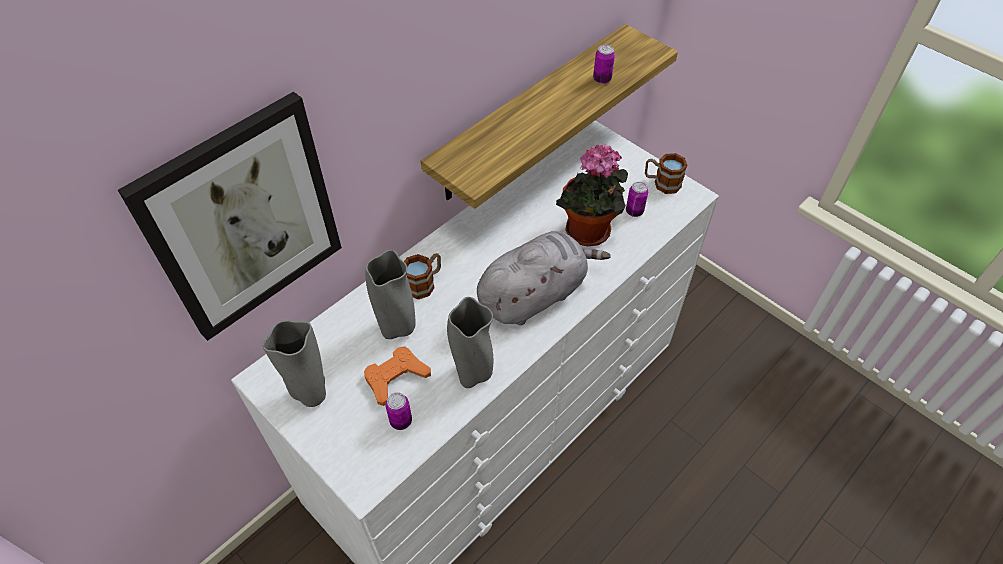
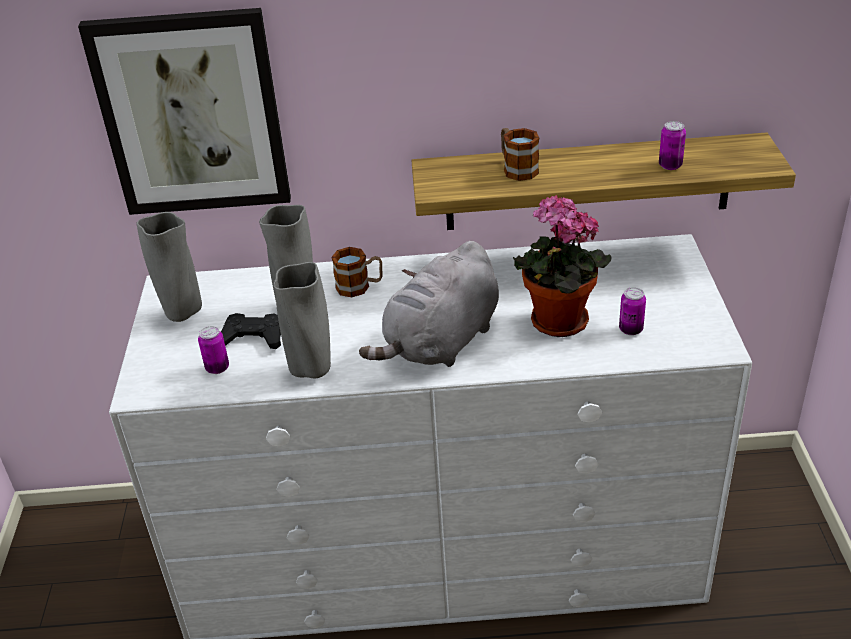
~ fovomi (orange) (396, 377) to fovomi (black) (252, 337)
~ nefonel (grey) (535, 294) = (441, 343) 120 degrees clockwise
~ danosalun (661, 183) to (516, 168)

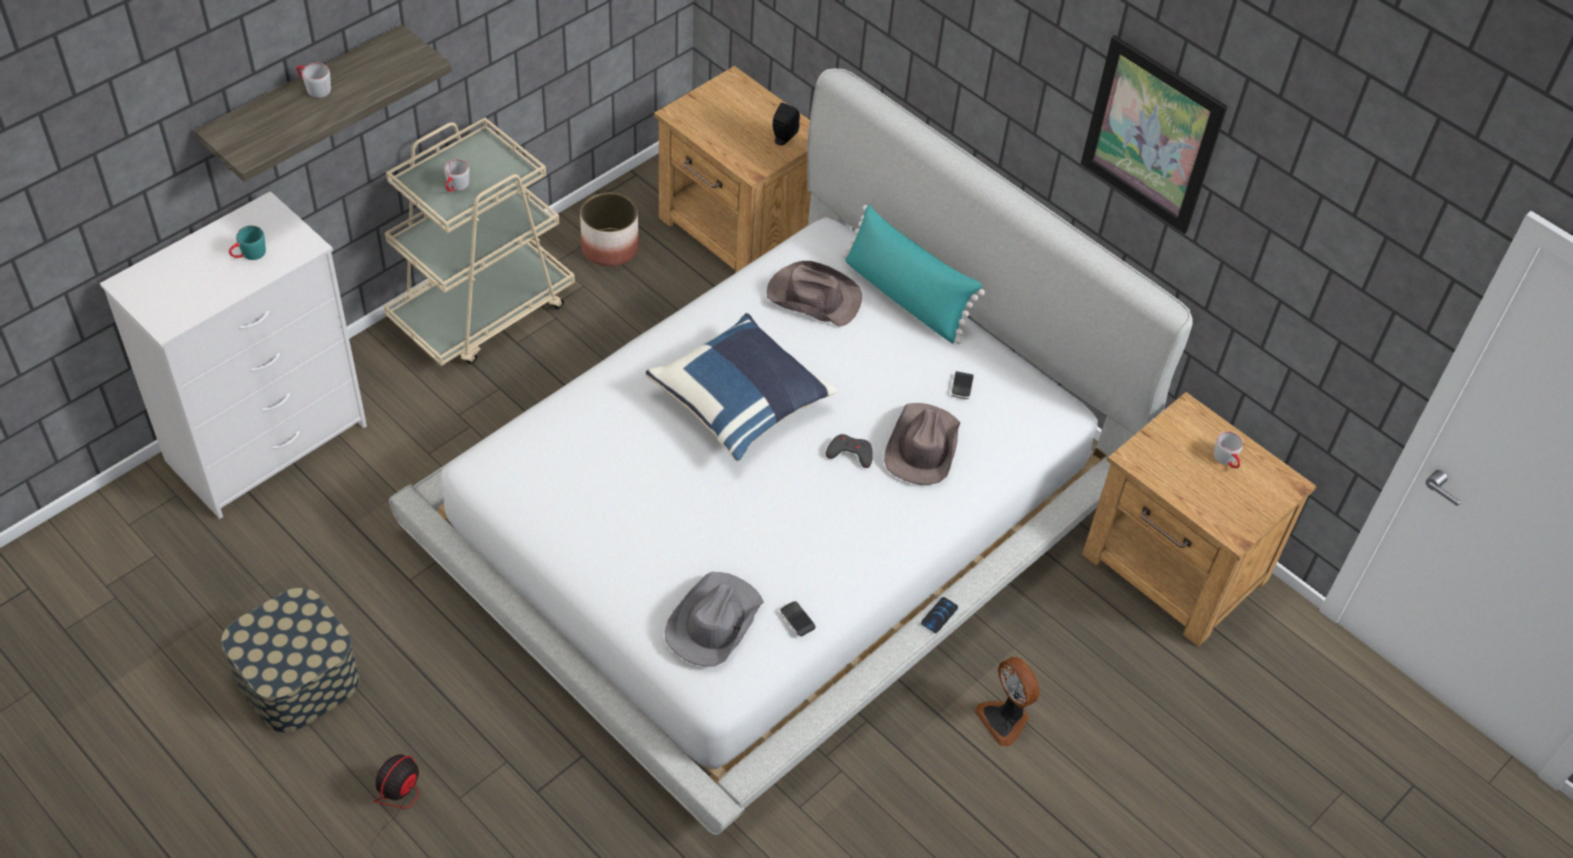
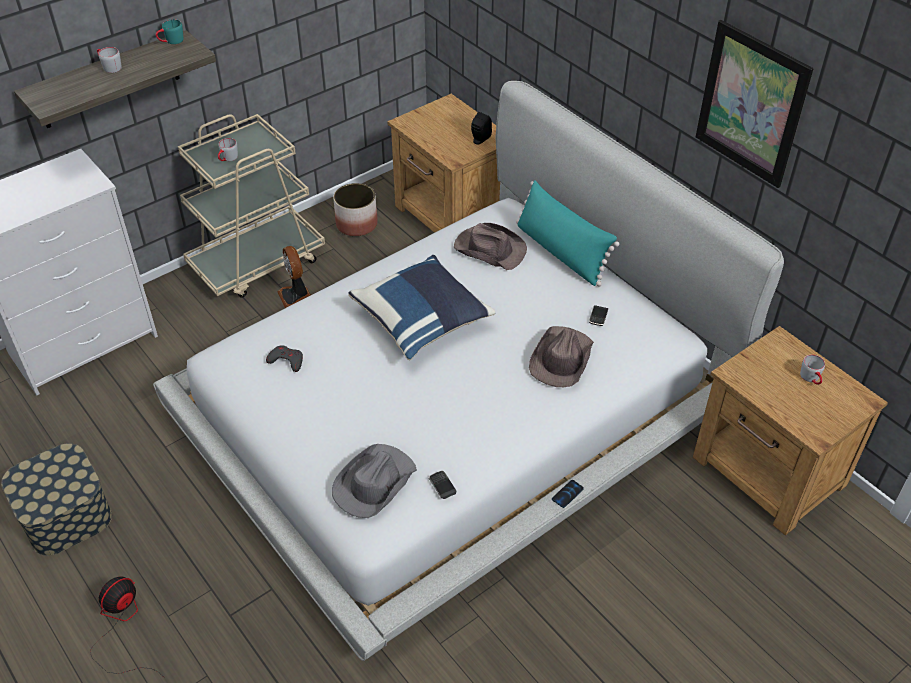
~ danosalun (turquoise) (249, 255) to (171, 41)
~ fovomi (grey) (850, 453) to (286, 360)
~ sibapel (1005, 719) to (295, 296)

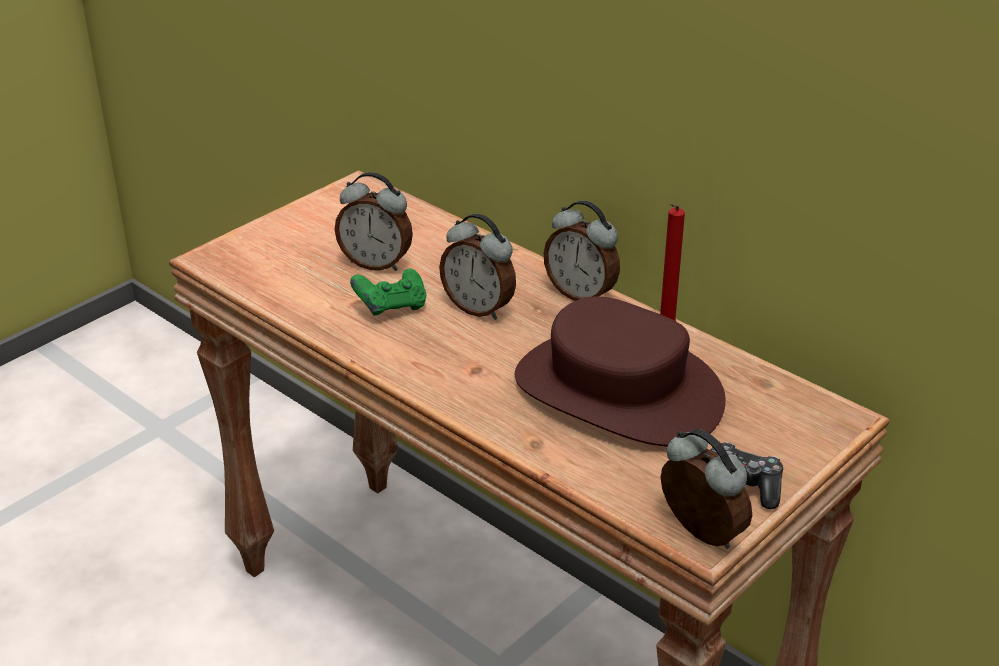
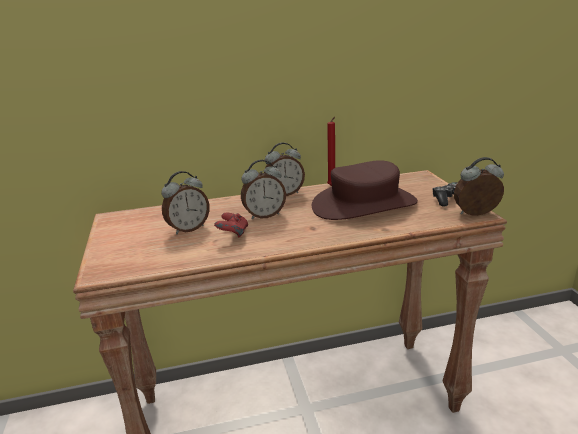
~ fovomi (green) (391, 307) to fovomi (red) (233, 234)

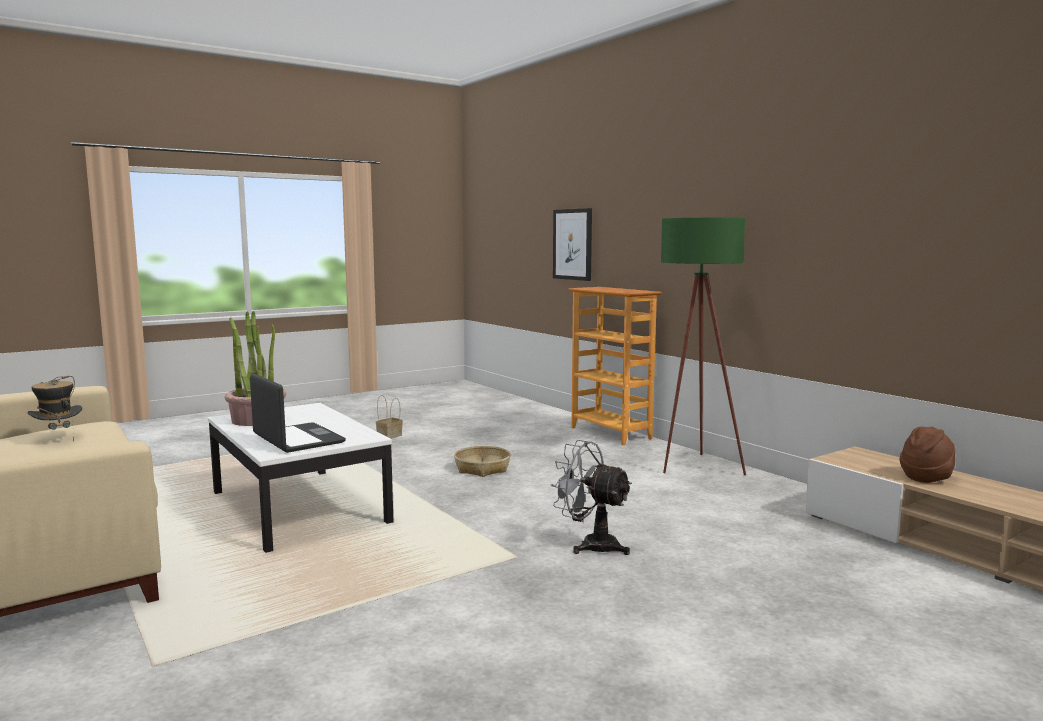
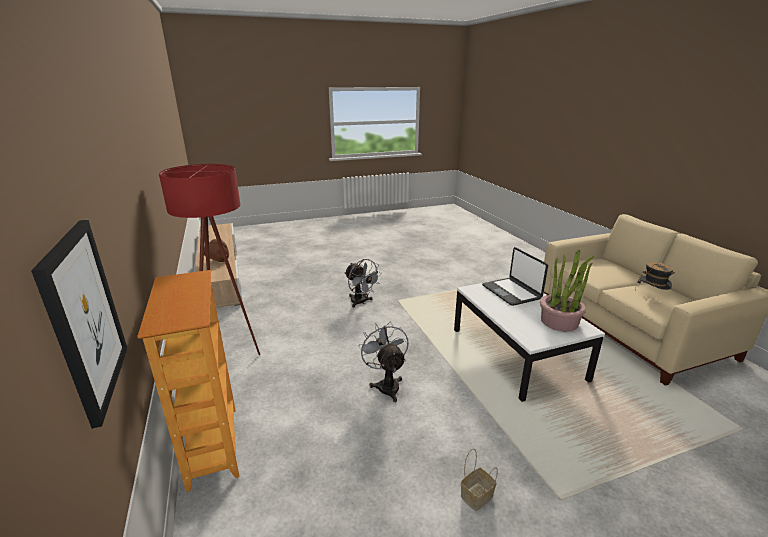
~ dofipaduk (482, 468) to sibapel (grey) (386, 385)
~ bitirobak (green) (694, 468) to bitirobak (red) (231, 357)

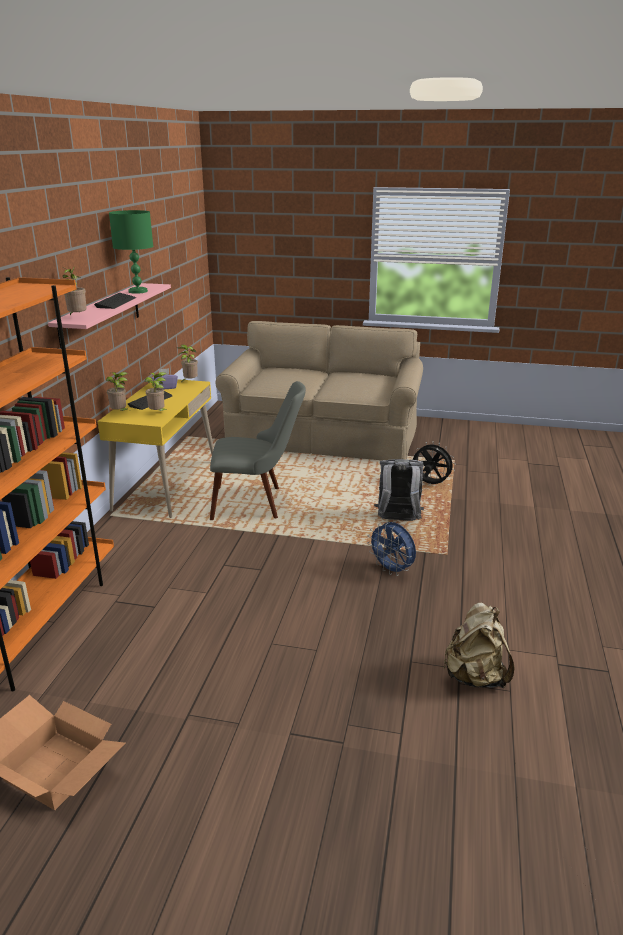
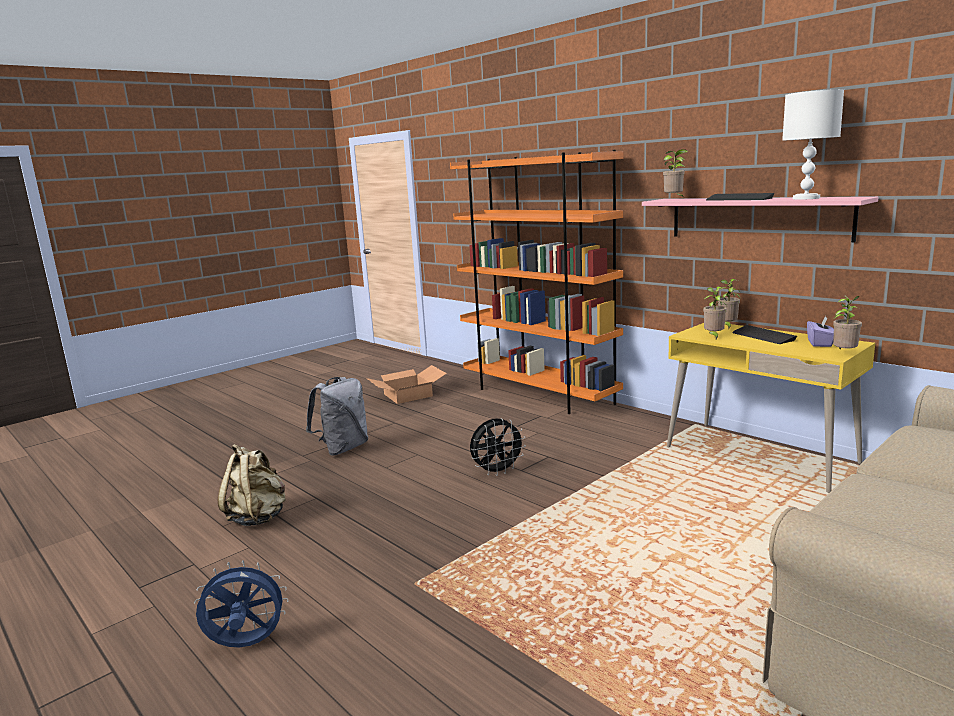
~ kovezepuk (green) (137, 291) to kovezepuk (white) (806, 198)
- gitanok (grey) (257, 503)
~ sibapel (blue) (392, 570) to (246, 645)
~ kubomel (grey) (397, 521) to (343, 448)
~ sibapel (black) (430, 484) to (497, 471)

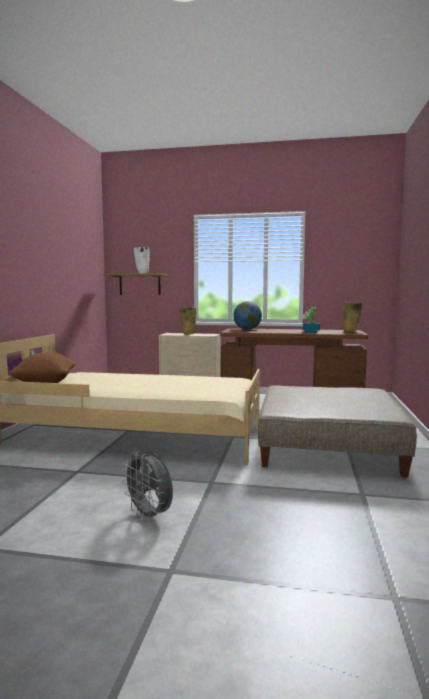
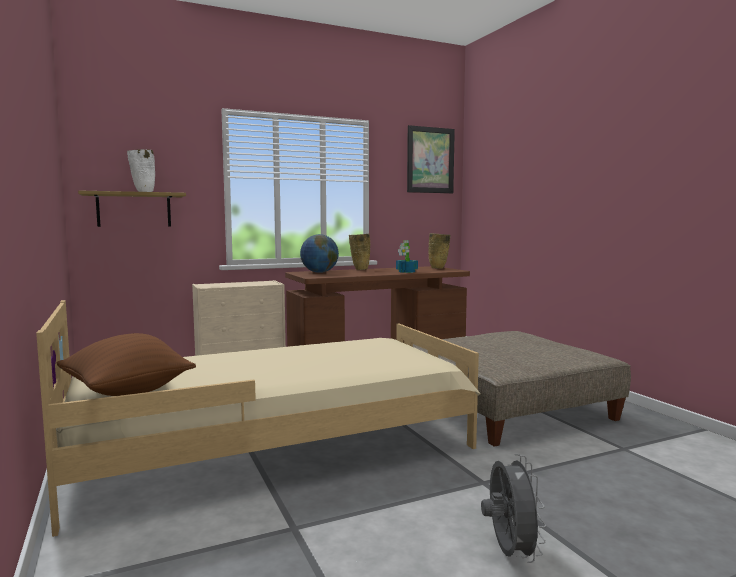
~ sibapel (grey) (150, 516) = (509, 553) 105 degrees counterclockwise
~ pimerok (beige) (188, 334) to (360, 269)
+ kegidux (430, 160)

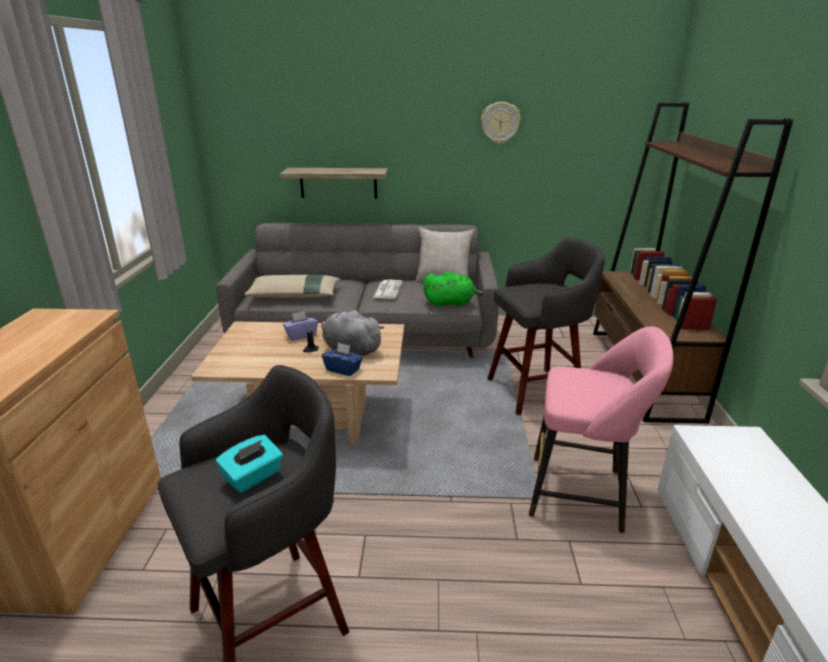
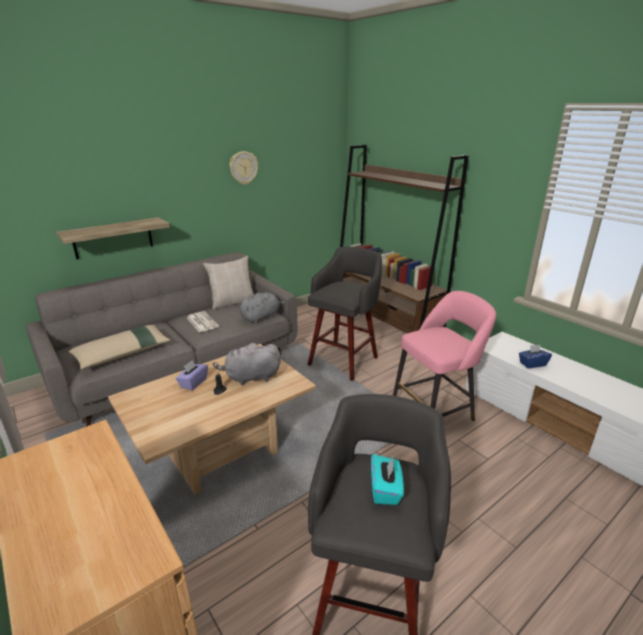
~ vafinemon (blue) (343, 369) to (532, 364)
~ nefonel (green) (451, 303) to nefonel (grey) (261, 317)

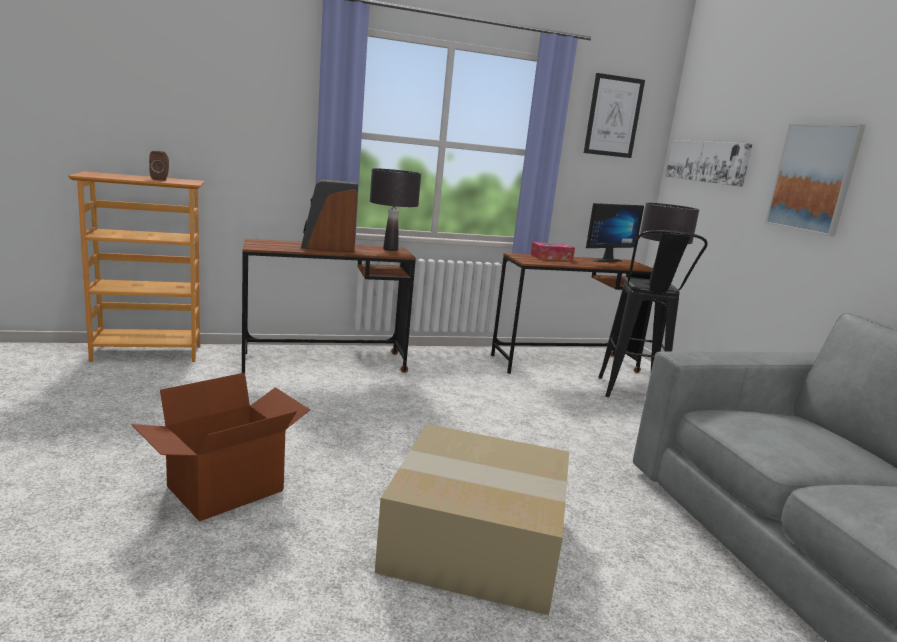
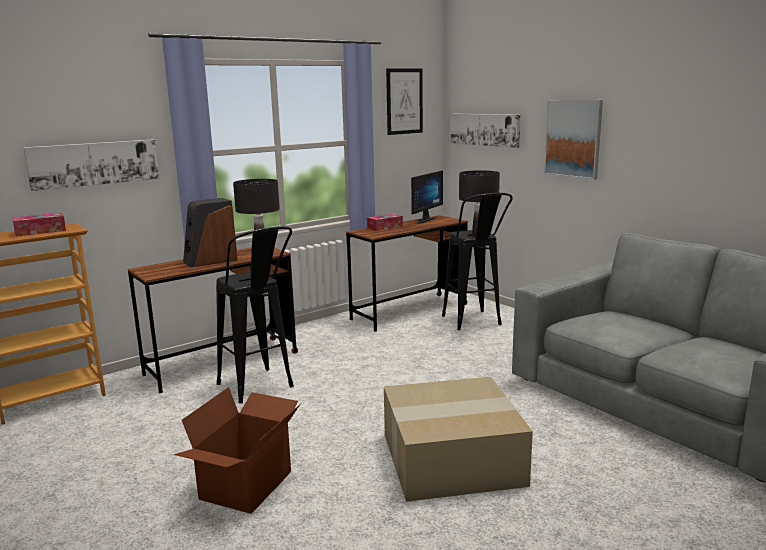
~ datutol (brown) (160, 179) to vafinemon (40, 231)
+ kegidux (94, 163)
+ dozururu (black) (260, 390)

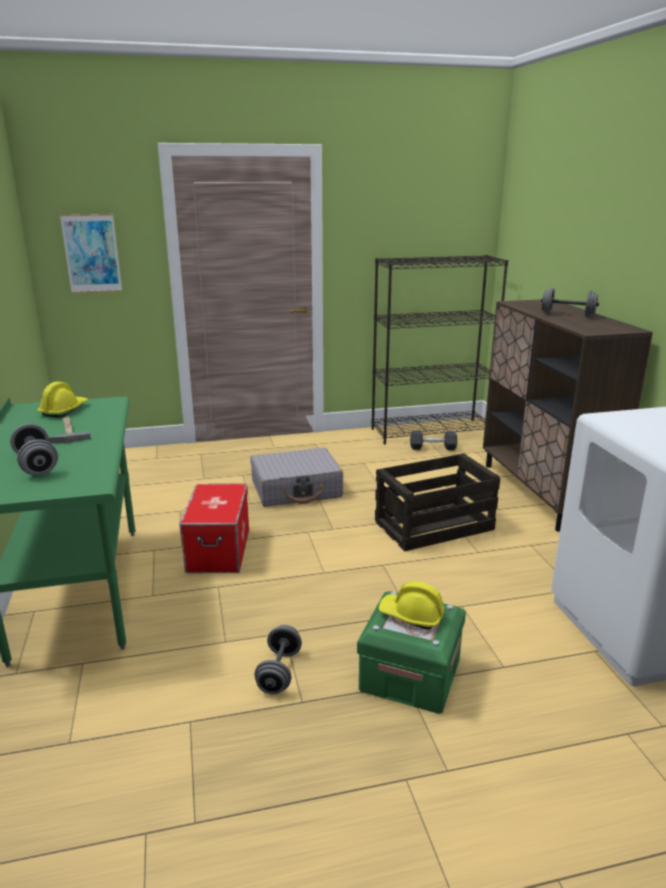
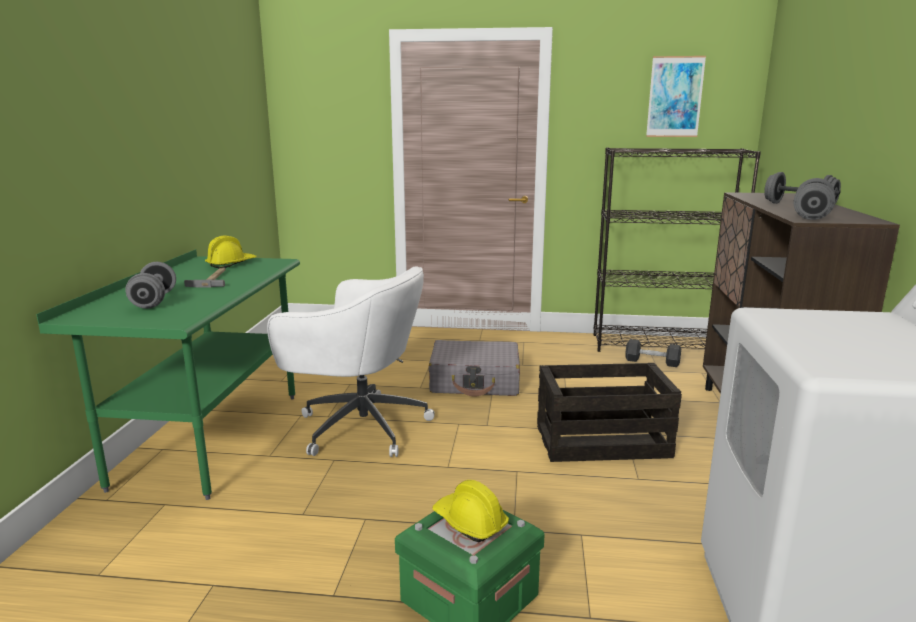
~ kegidux (92, 253) to (675, 97)
~ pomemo (219, 550) to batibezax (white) (359, 426)
~ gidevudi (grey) (279, 672) to (811, 216)

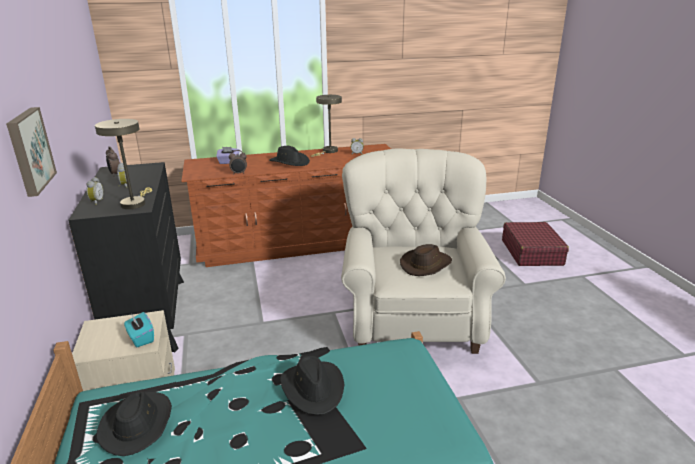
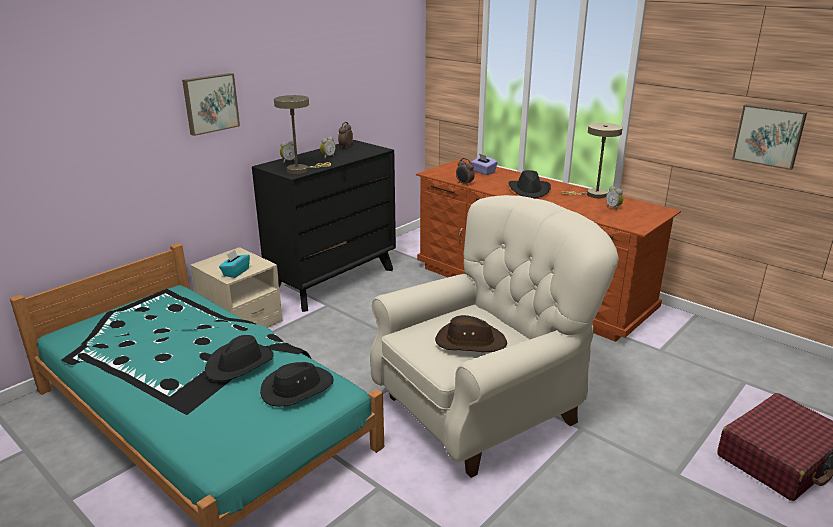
~ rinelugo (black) (137, 424) to (297, 388)
+ kegidux (769, 136)

